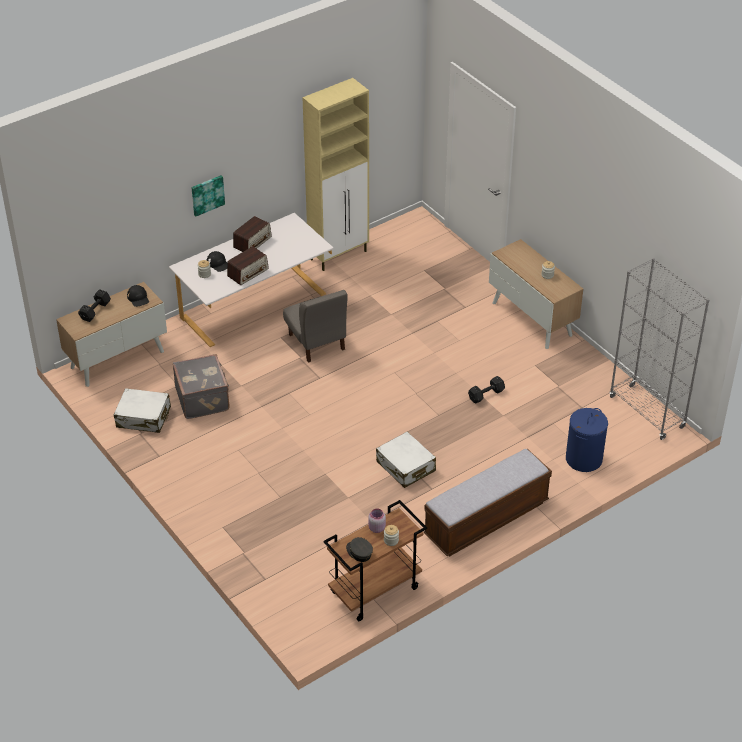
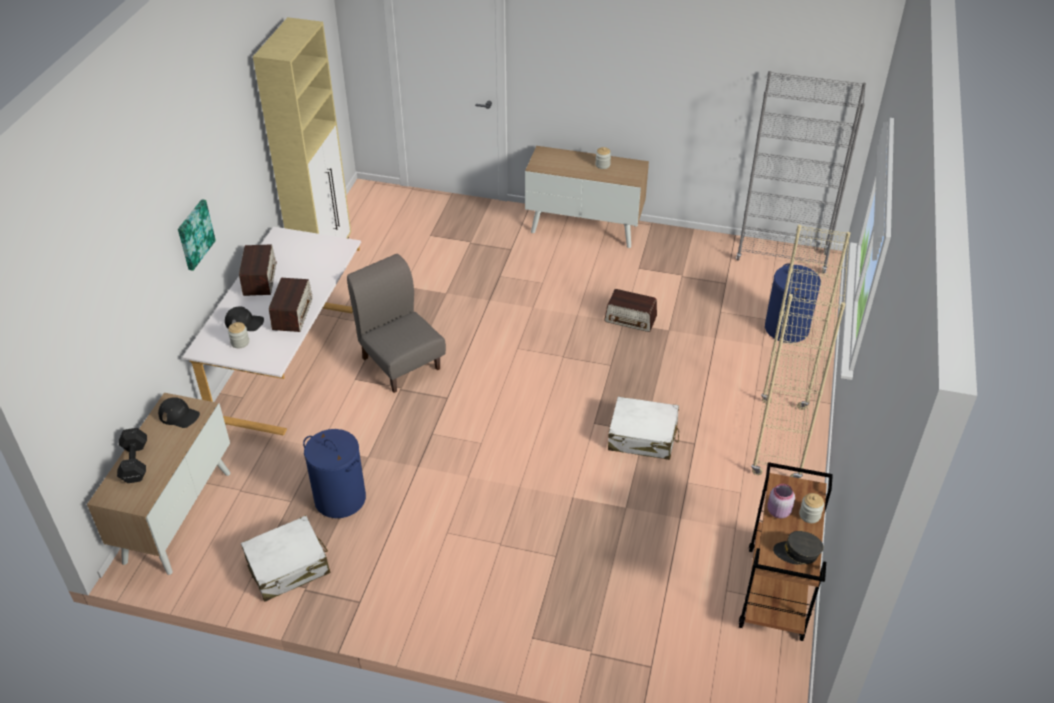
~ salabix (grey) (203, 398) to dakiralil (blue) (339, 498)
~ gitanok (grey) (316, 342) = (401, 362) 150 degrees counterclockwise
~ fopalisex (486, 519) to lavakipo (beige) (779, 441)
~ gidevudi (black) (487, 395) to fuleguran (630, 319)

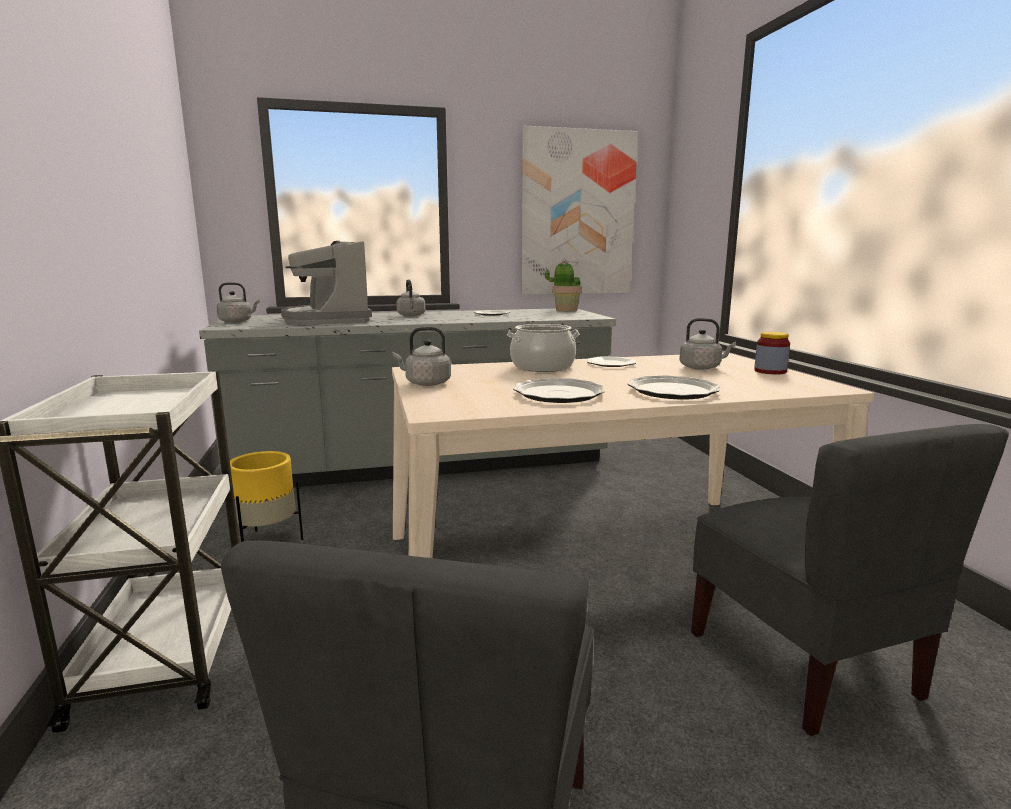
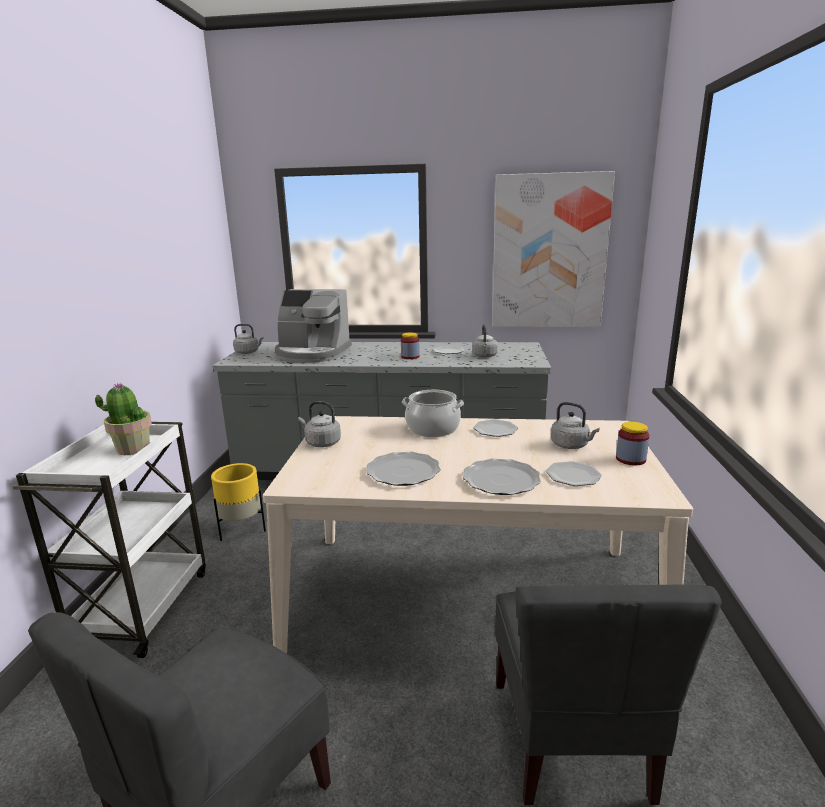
~ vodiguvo (328, 319) = (312, 353) 75 degrees counterclockwise
~ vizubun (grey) (411, 315) to (484, 356)
~ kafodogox (566, 310) to (133, 448)
+ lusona (410, 357)
+ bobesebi (573, 476)

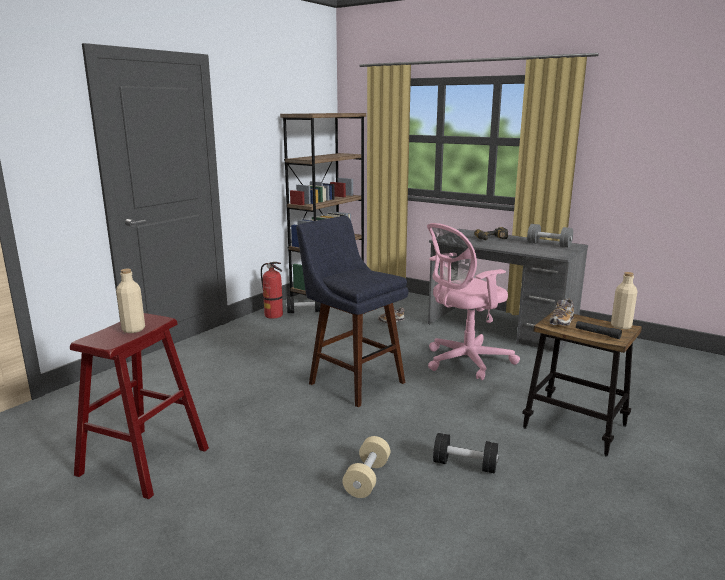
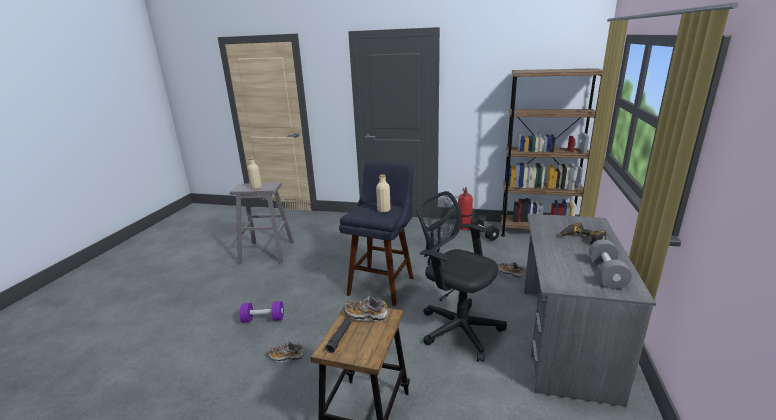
~ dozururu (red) (144, 461) to dozururu (grey) (267, 252)
~ gidevudi (beige) (367, 478) to gidevudi (purple) (263, 319)
~ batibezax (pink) (464, 361) to batibezax (black) (457, 328)
~ gidevudi (black) (465, 465) to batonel (286, 357)
~ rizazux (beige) (621, 326) to (384, 210)

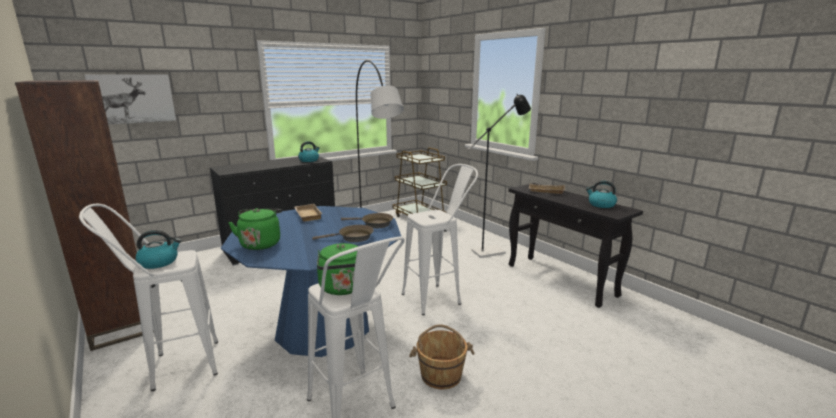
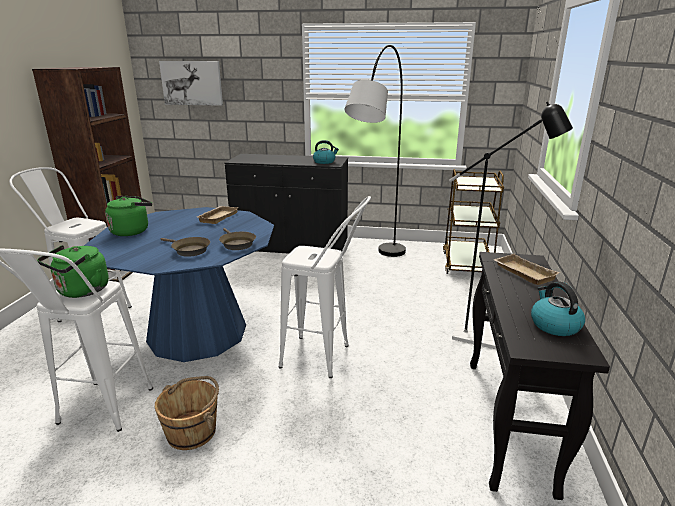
- vizubun (159, 262)

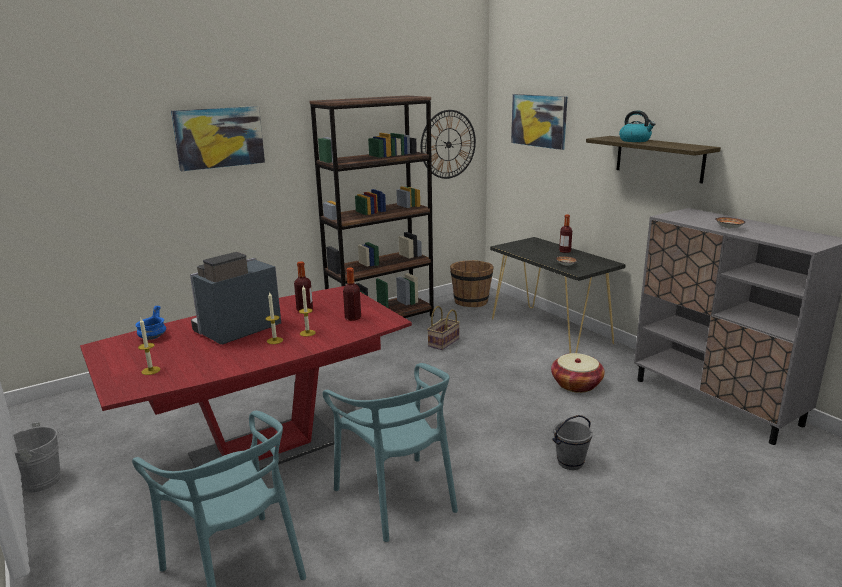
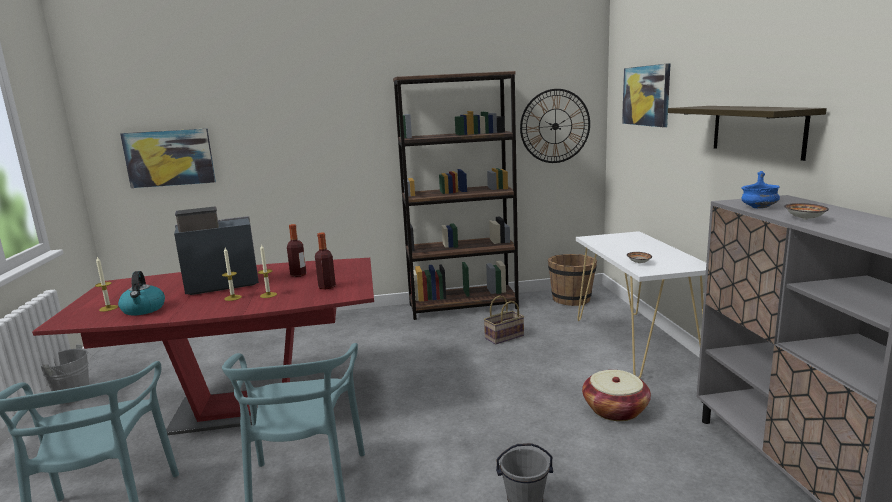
~ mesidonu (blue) (153, 337) to (758, 207)
~ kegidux (219, 137) to (169, 158)
~ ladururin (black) (550, 331) to ladururin (white) (636, 343)
- rizazux (565, 251)
~ vizubun (635, 140) to (144, 309)

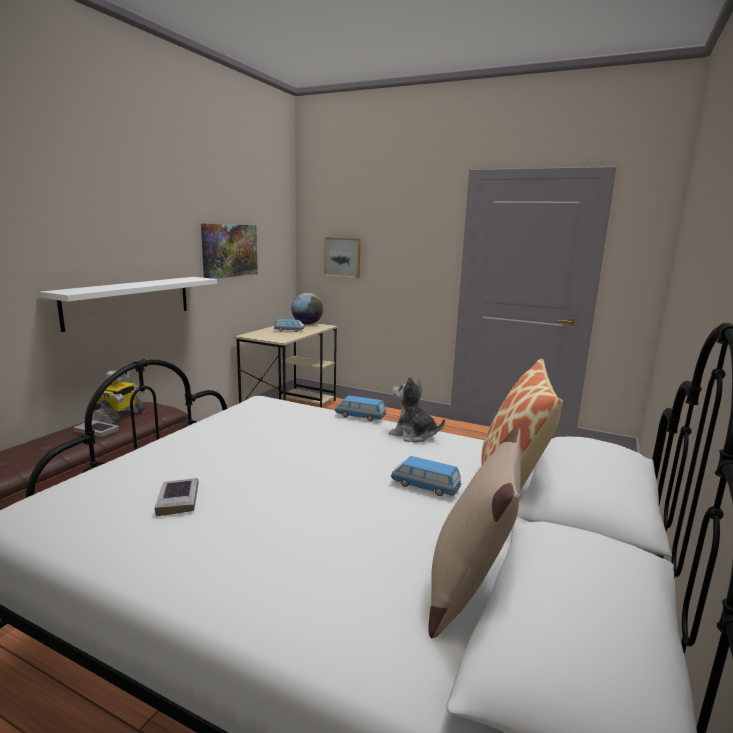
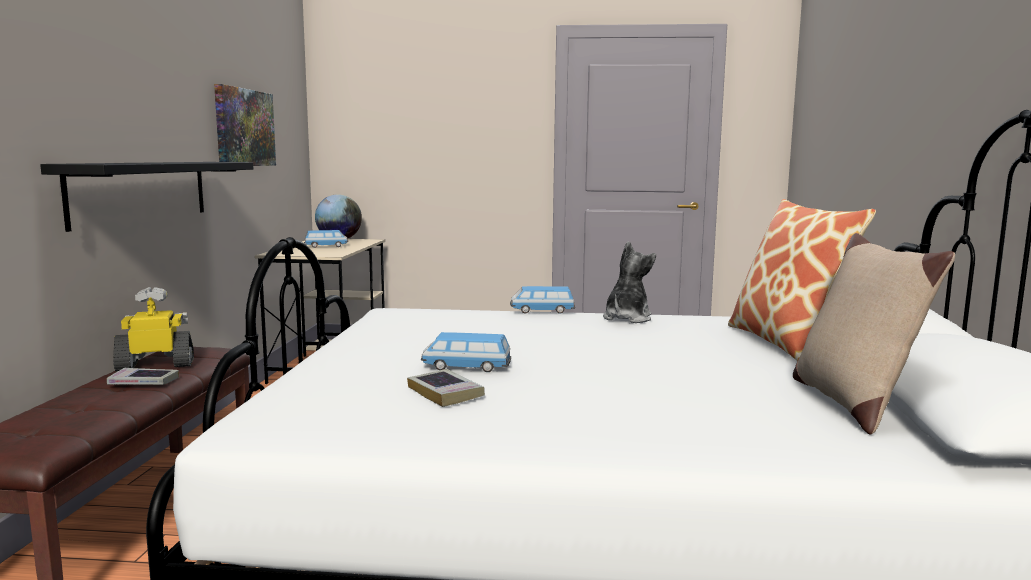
~ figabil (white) (129, 301) to figabil (black) (141, 191)
~ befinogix (119, 417) = (156, 365) 105 degrees counterclockwise
- kegidux (343, 257)
~ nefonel (413, 435) = (626, 318) 105 degrees clockwise
~ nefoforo (425, 486) to (466, 367)

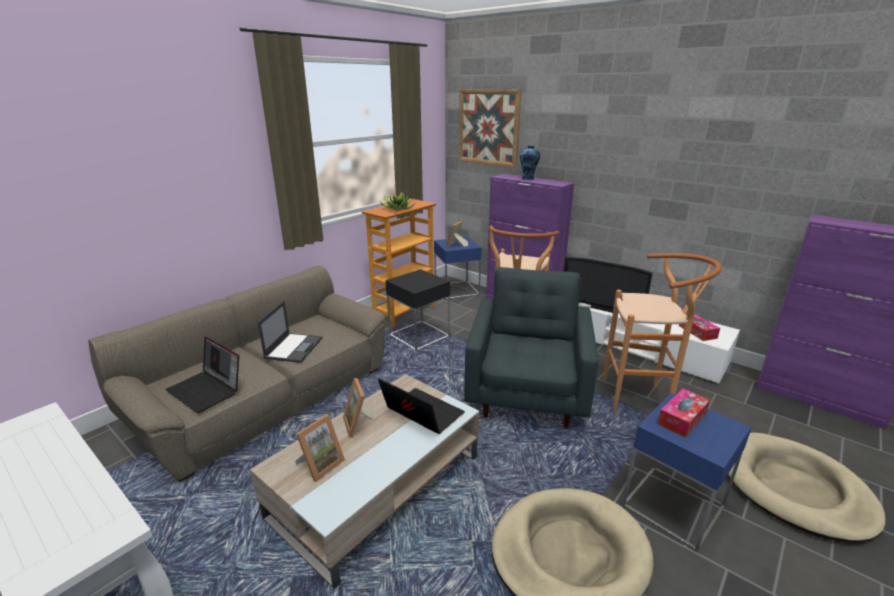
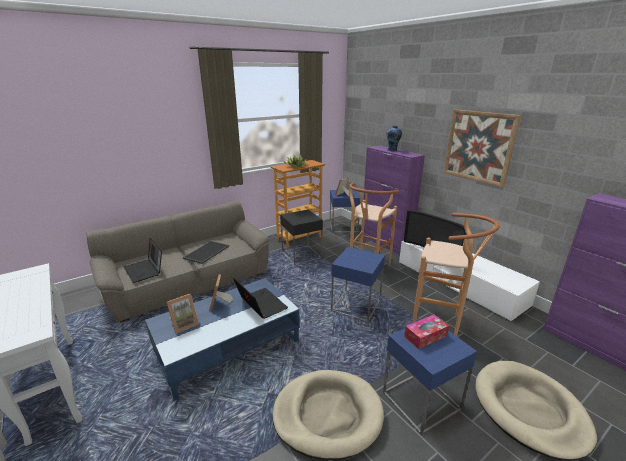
~ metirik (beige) (377, 486) to metirik (blue) (228, 346)
~ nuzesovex (294, 347) to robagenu (206, 251)
~ kegidux (488, 127) to (478, 147)
~ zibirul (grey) (528, 394) to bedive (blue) (356, 305)
- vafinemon (697, 332)

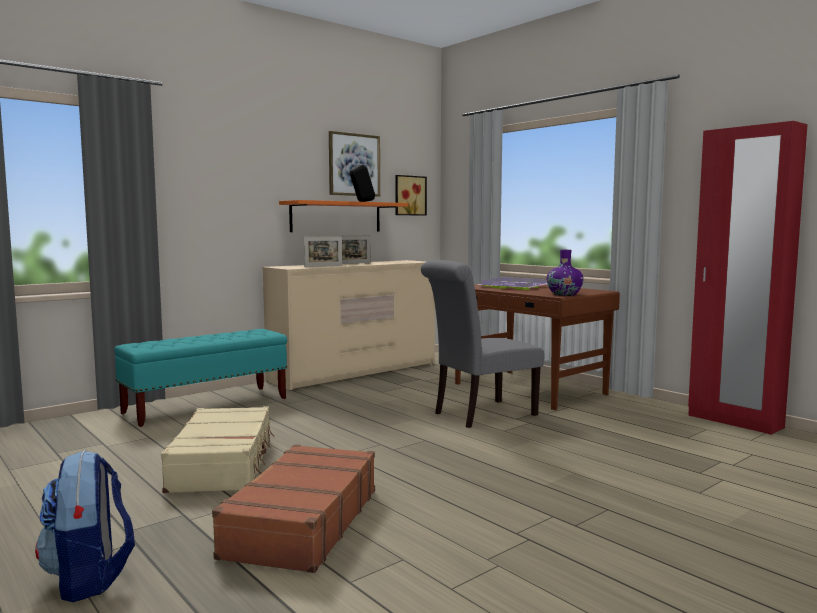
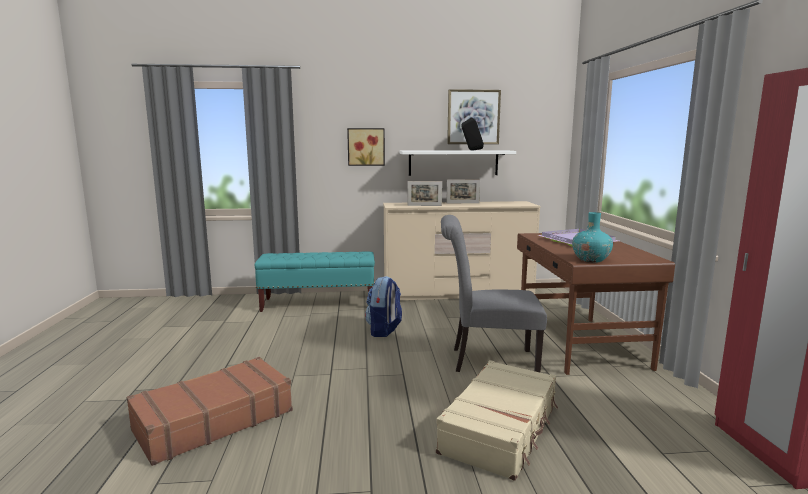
~ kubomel (90, 578) to (384, 330)
~ salabix (beige) (223, 463) to (501, 429)
~ figabil (orange) (336, 217) to figabil (white) (453, 163)
~ kegidux (409, 195) to (366, 147)
~ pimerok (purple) (564, 294) to pimerok (turquoise) (591, 260)

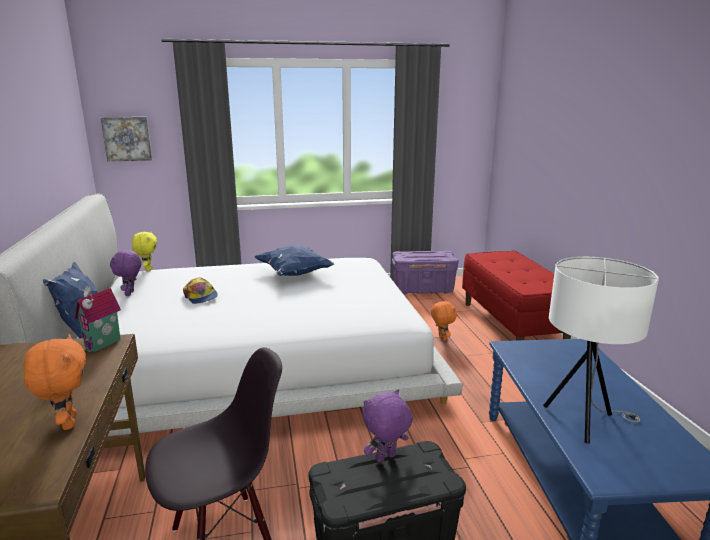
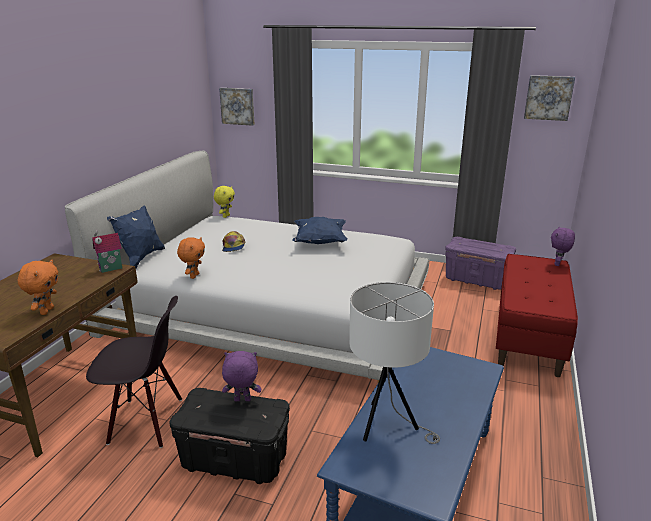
~ nefonel (purple) (130, 293) to (558, 264)
~ nefonel (orange) (441, 338) to (194, 276)
+ kegidux (548, 97)

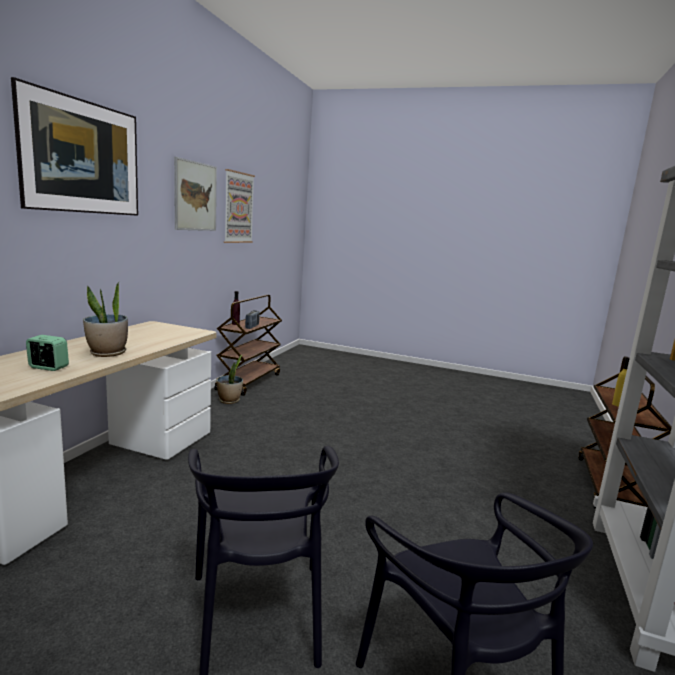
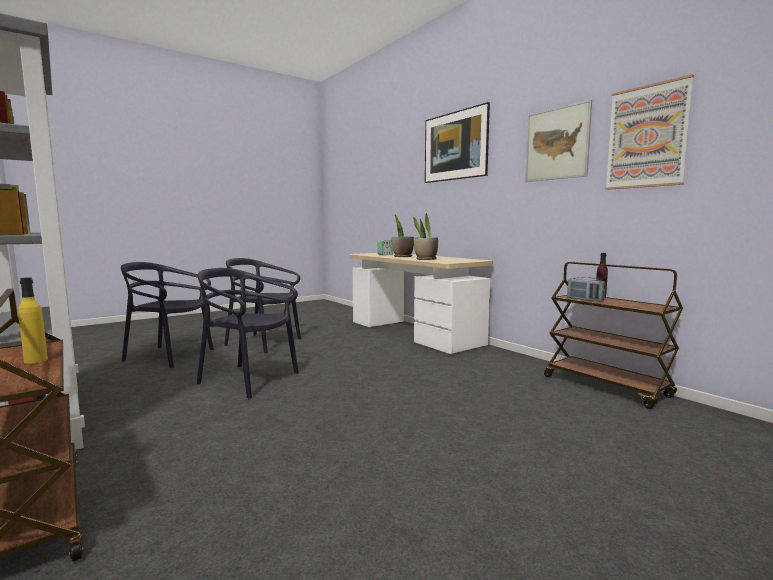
~ kafodogox (229, 400) to (425, 259)
+ gitanok (black) (248, 380)

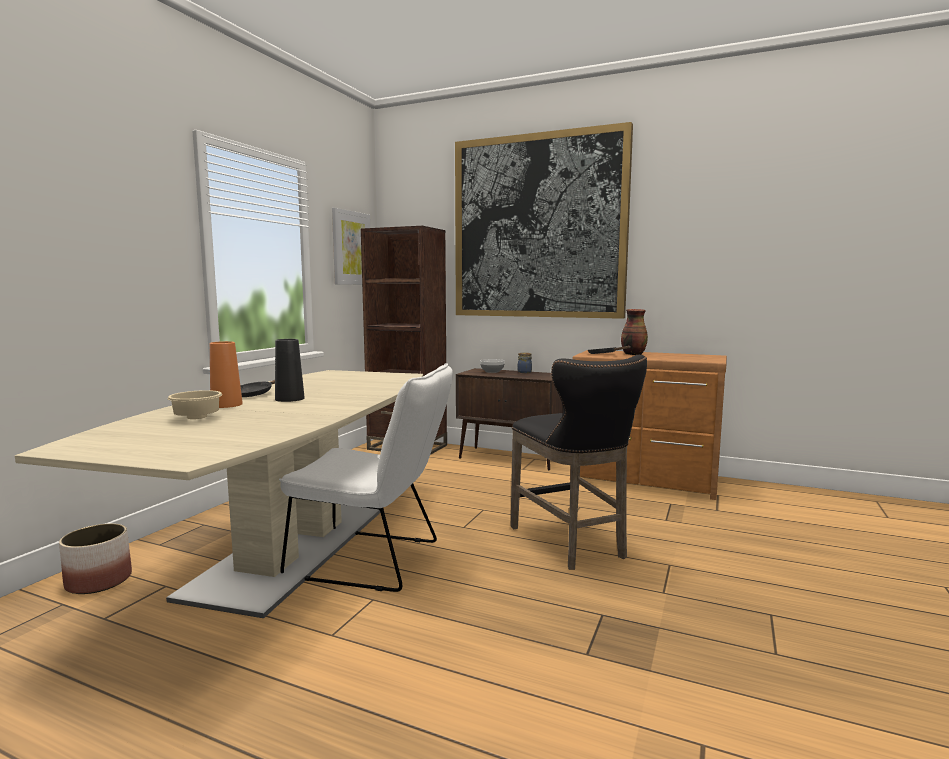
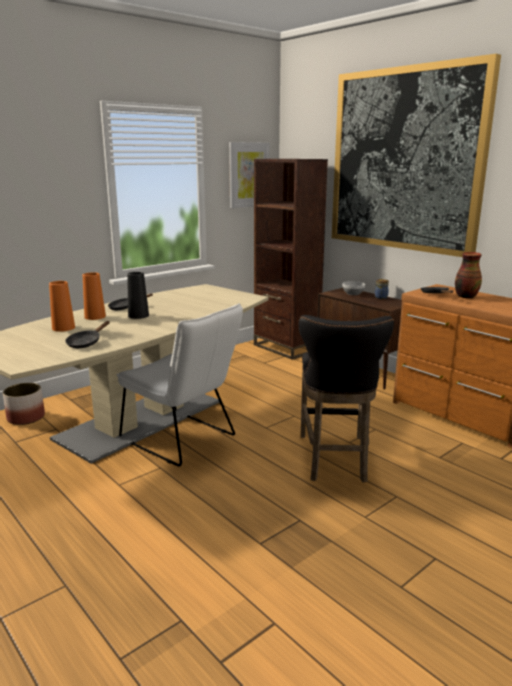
~ mesidonu (beige) (195, 418) to pimerok (orange) (63, 328)
+ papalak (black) (86, 343)

